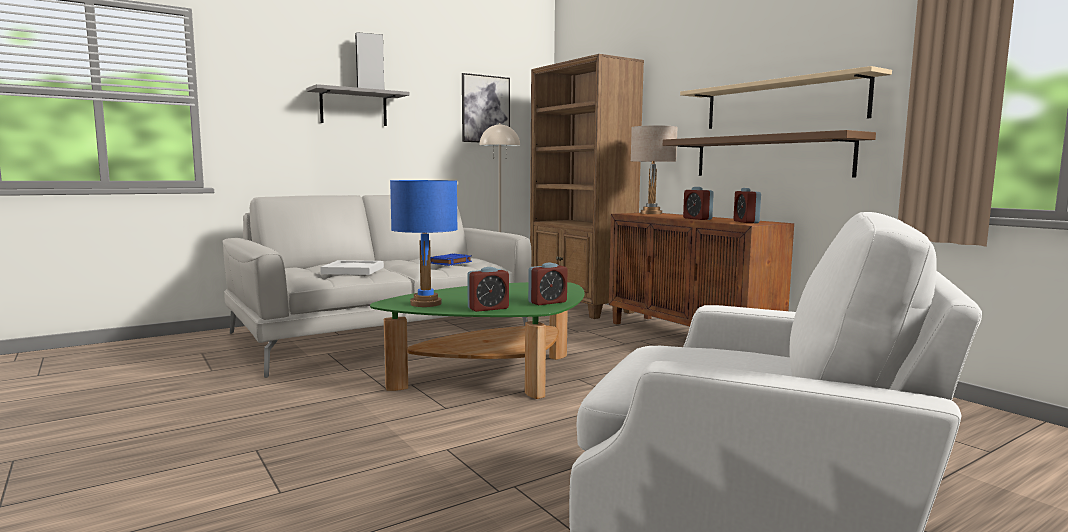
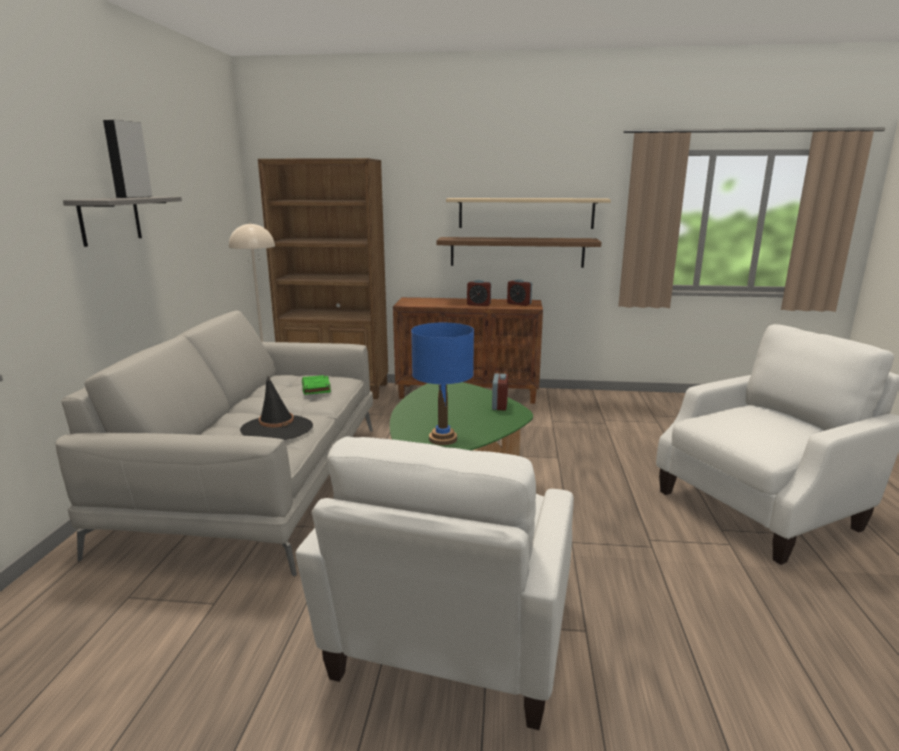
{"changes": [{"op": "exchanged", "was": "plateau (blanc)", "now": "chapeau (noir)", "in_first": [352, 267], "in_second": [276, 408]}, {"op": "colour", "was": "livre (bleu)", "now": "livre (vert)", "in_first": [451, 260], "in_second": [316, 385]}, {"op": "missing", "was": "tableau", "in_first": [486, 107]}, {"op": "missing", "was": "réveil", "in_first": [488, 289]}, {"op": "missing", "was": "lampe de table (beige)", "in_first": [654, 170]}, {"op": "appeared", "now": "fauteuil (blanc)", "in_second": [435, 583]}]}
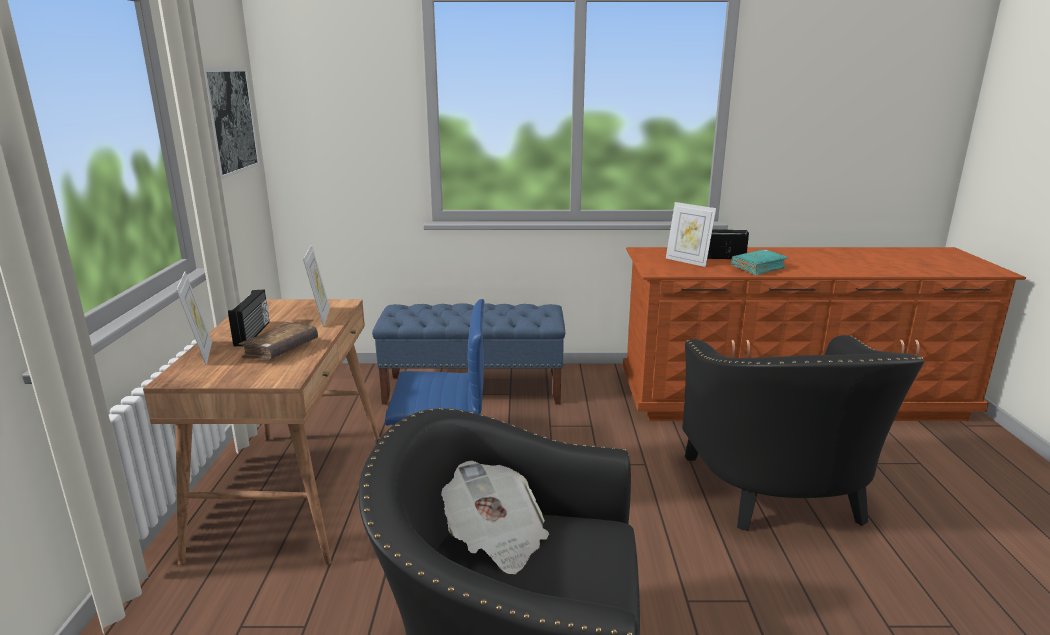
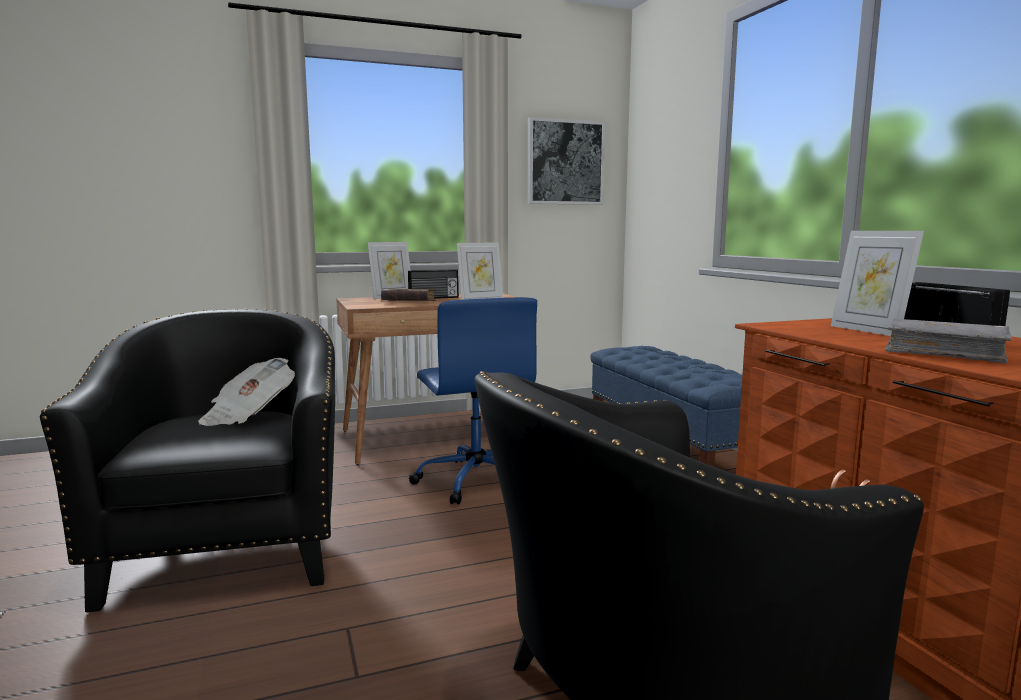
{"changes": [{"op": "spun", "was": "cadre photo", "in_first": [691, 234], "in_second": [877, 283], "clockwise": -45}, {"op": "colour", "was": "livre (turquoise)", "now": "livre (gris)", "in_first": [759, 262], "in_second": [948, 341]}]}
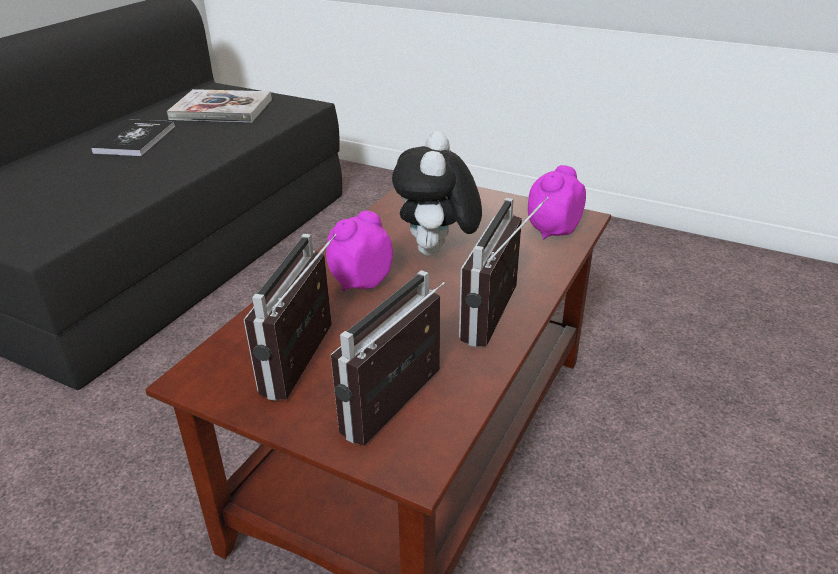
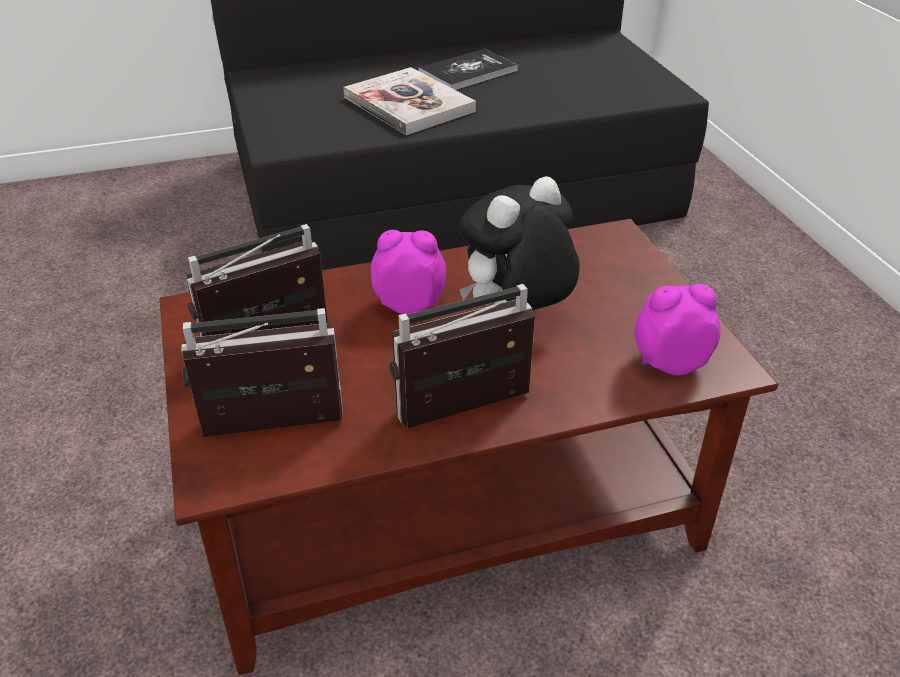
{"changes": [{"op": "relocated", "was": "livre", "in_first": [219, 105], "in_second": [409, 101]}]}
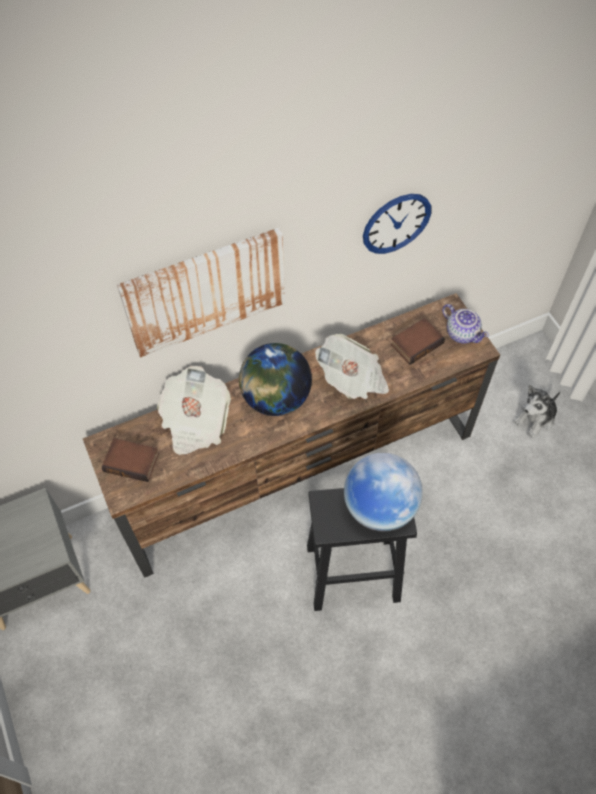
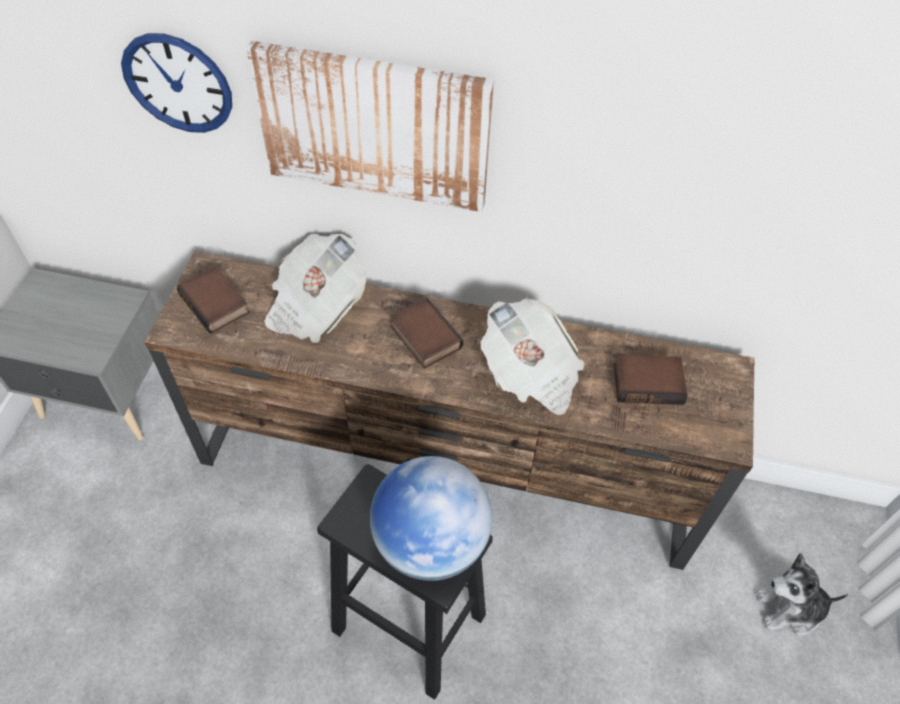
{"changes": [{"op": "exchanged", "was": "globe", "now": "livre", "in_first": [275, 379], "in_second": [427, 333]}, {"op": "relocated", "was": "horloge murale", "in_first": [397, 224], "in_second": [176, 83]}, {"op": "missing", "was": "théière", "in_first": [465, 323]}]}
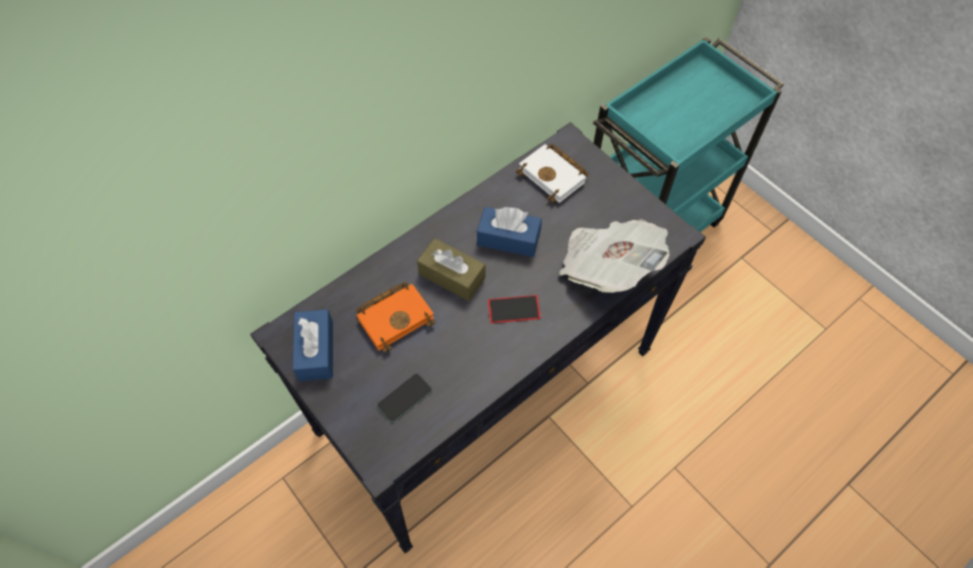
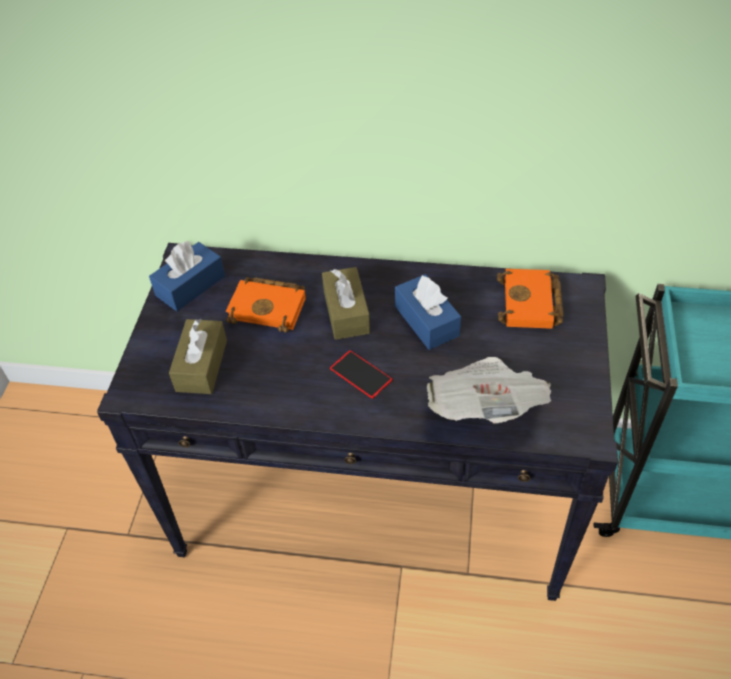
{"changes": [{"op": "exchanged", "was": "téléphone", "now": "boîte à mouchoirs (marron)", "in_first": [404, 398], "in_second": [198, 356]}, {"op": "colour", "was": "livre (blanc)", "now": "livre (orange)", "in_first": [552, 173], "in_second": [530, 299]}]}
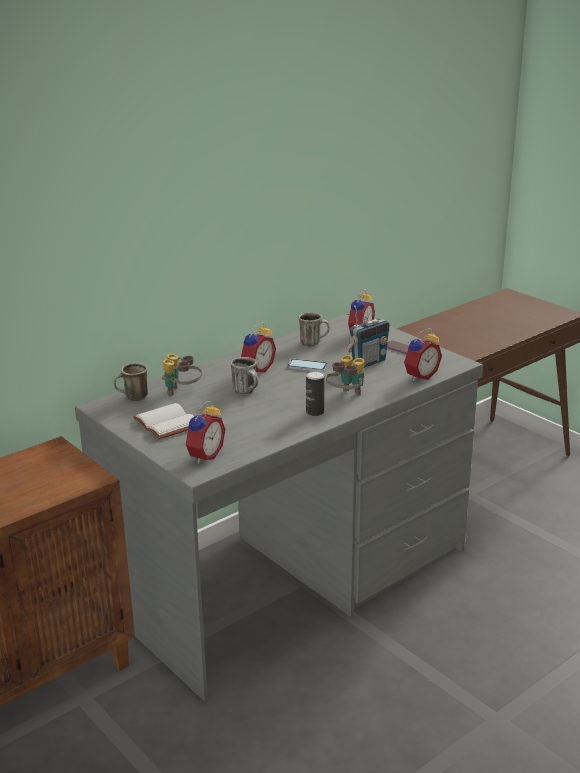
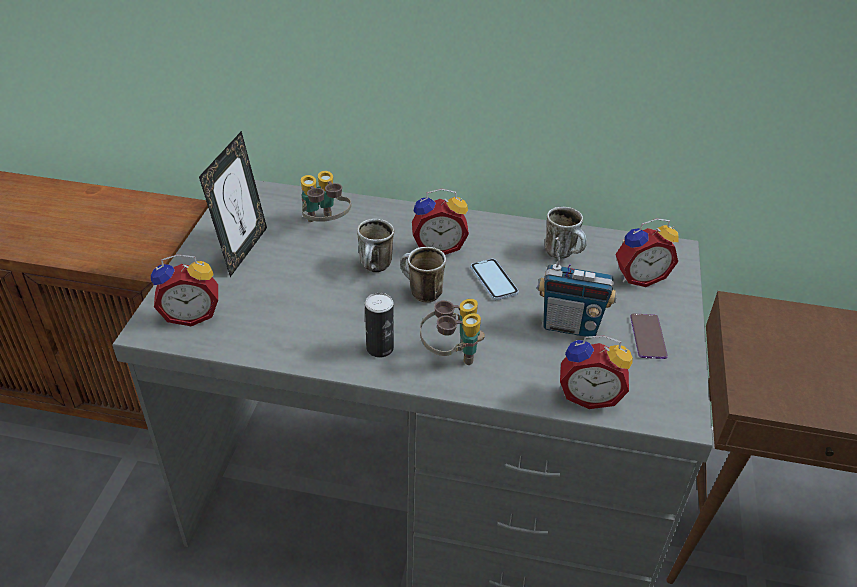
{"changes": [{"op": "relocated", "was": "mug", "in_first": [130, 382], "in_second": [423, 275]}, {"op": "exchanged", "was": "livre (blanc)", "now": "cadre photo", "in_first": [163, 421], "in_second": [233, 204]}]}
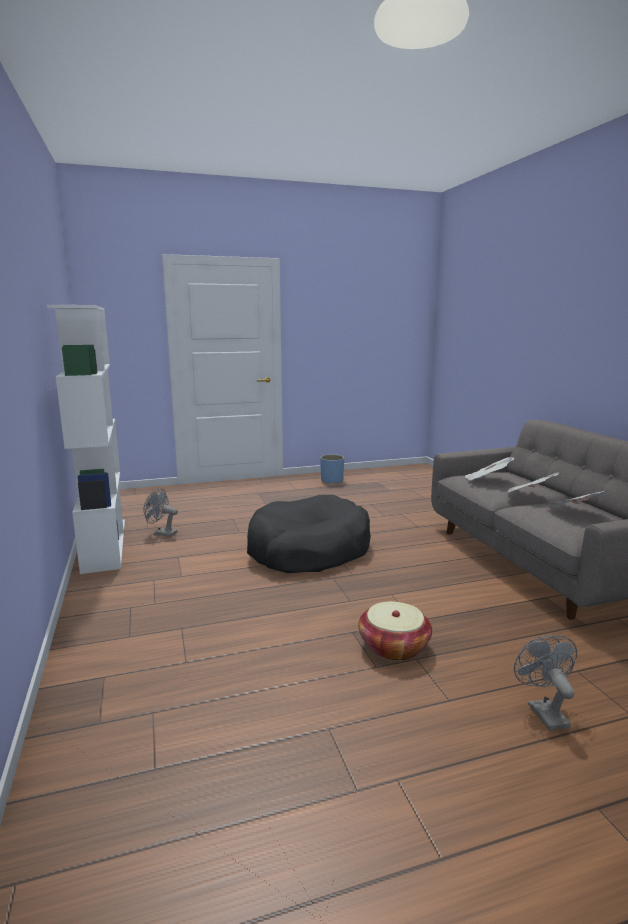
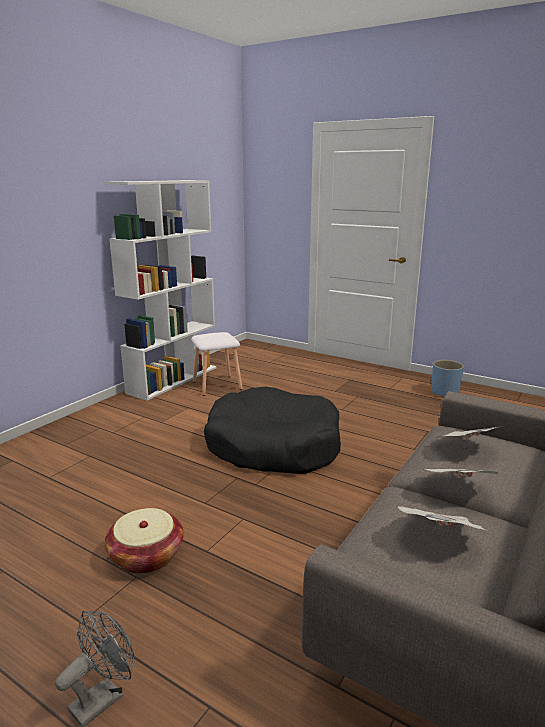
{"changes": [{"op": "exchanged", "was": "ventilateur (gris)", "now": "tabouret (blanc)", "in_first": [160, 513], "in_second": [217, 364]}]}
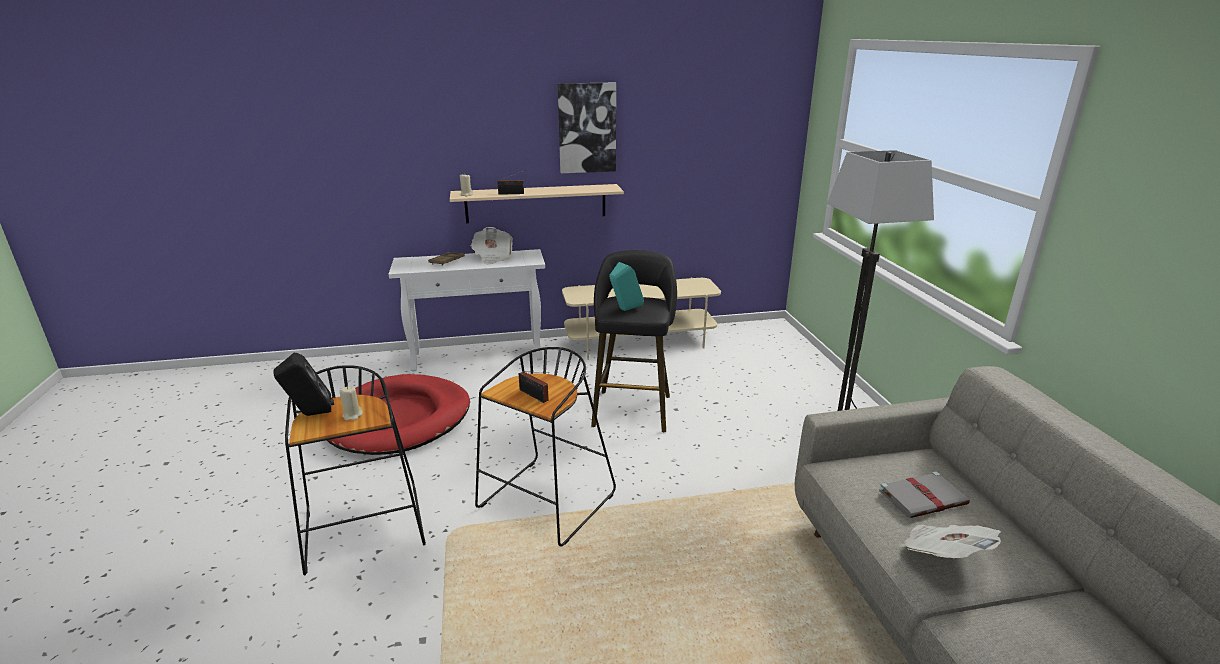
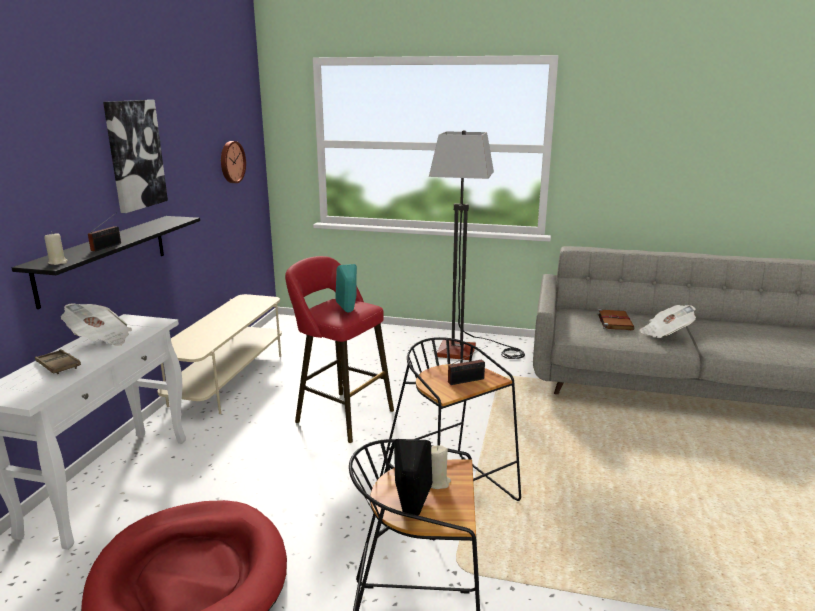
{"changes": [{"op": "colour", "was": "étagère (beige)", "now": "étagère (noir)", "in_first": [537, 203], "in_second": [106, 262]}, {"op": "colour", "was": "tabouret (noir)", "now": "tabouret (rouge)", "in_first": [634, 341], "in_second": [339, 349]}, {"op": "colour", "was": "livre (gris)", "now": "livre (marron)", "in_first": [924, 495], "in_second": [615, 319]}, {"op": "appeared", "now": "horloge murale", "in_second": [233, 162]}]}
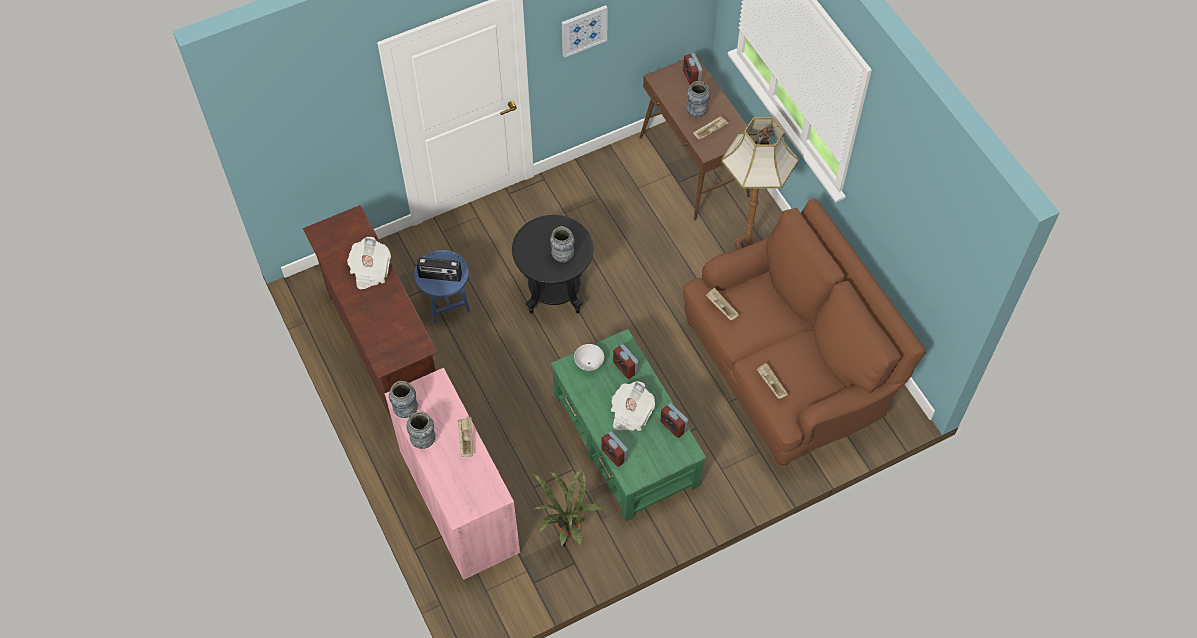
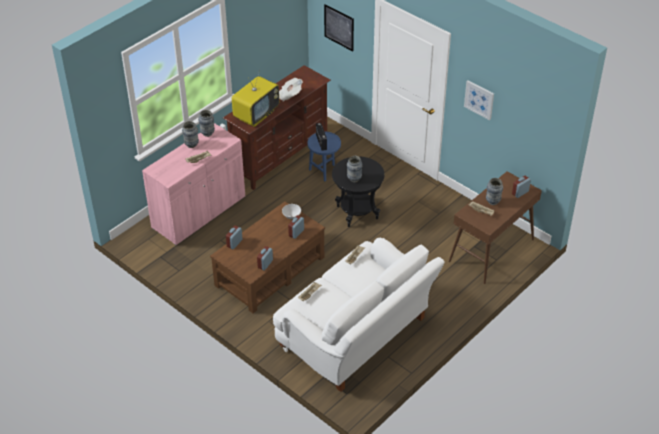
{"changes": [{"op": "missing", "was": "plante en pot", "in_first": [566, 507]}, {"op": "colour", "was": "table basse (vert)", "now": "table basse (marron)", "in_first": [628, 425], "in_second": [267, 257]}, {"op": "missing", "was": "journal", "in_first": [633, 406]}, {"op": "colour", "was": "canapé (marron)", "now": "canapé (blanc)", "in_first": [804, 332], "in_second": [359, 315]}, {"op": "missing", "was": "lampadaire", "in_first": [760, 184]}, {"op": "appeared", "now": "téléviseur", "in_second": [255, 98]}, {"op": "appeared", "now": "tableau", "in_second": [339, 28]}]}
